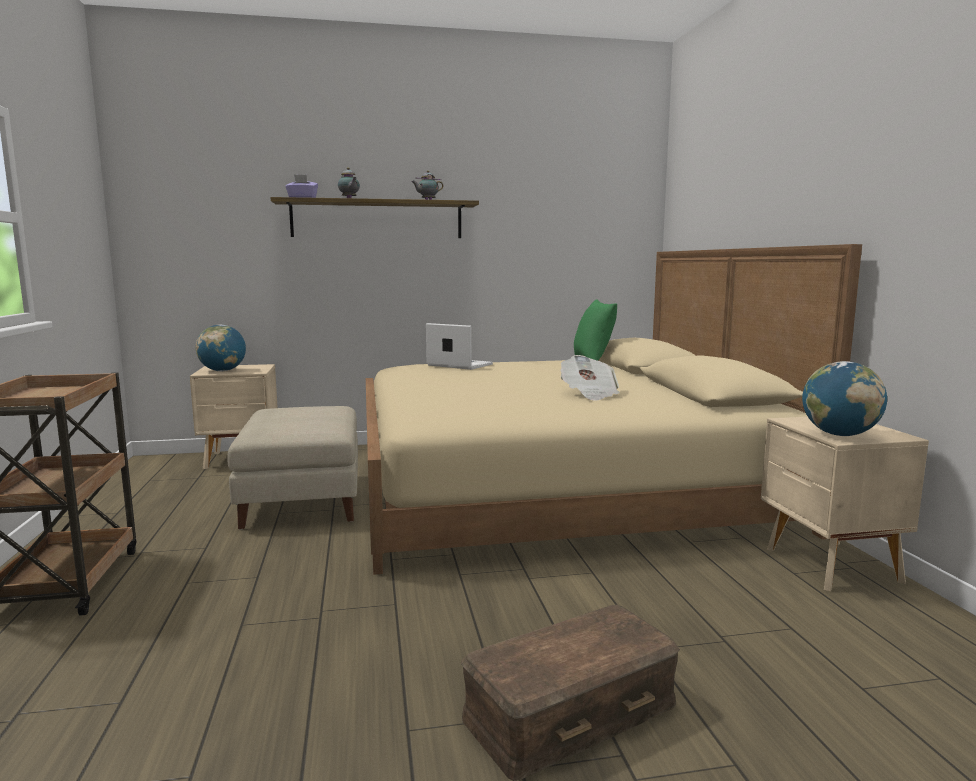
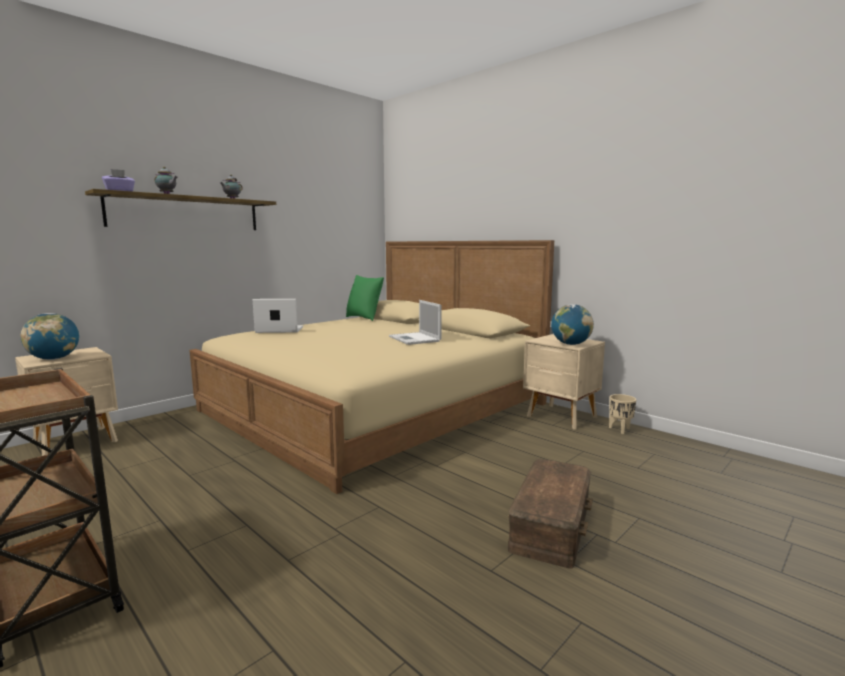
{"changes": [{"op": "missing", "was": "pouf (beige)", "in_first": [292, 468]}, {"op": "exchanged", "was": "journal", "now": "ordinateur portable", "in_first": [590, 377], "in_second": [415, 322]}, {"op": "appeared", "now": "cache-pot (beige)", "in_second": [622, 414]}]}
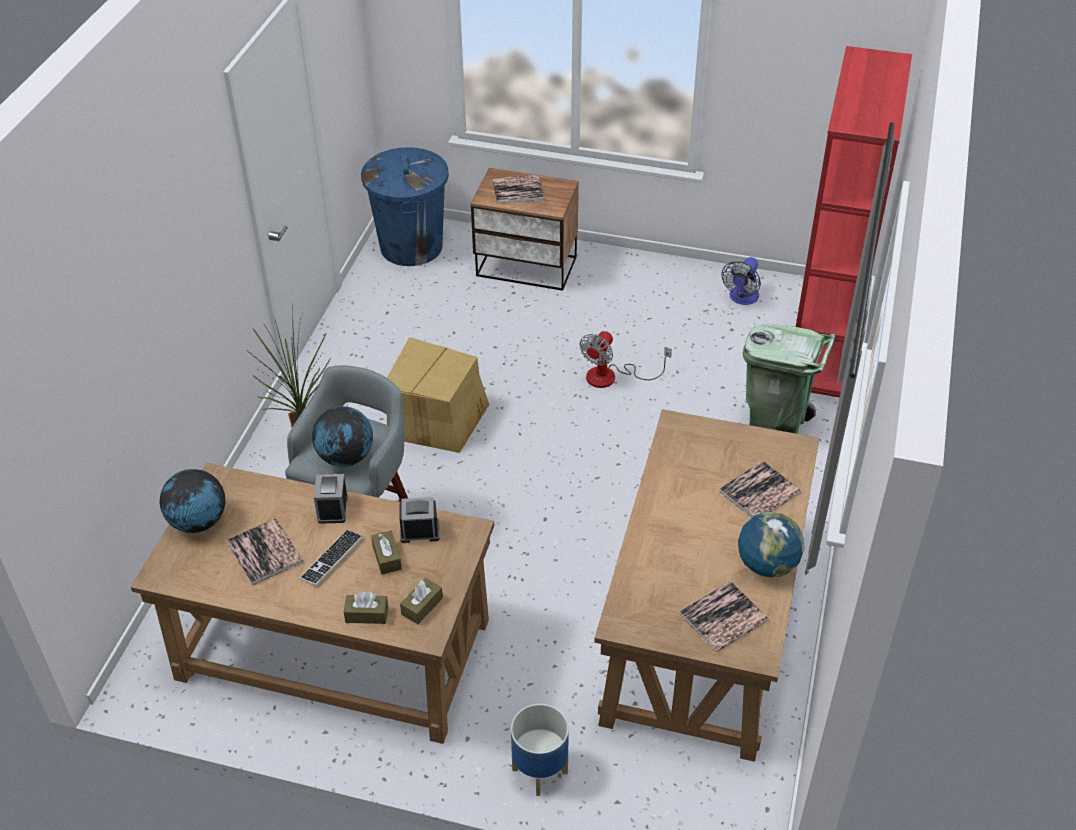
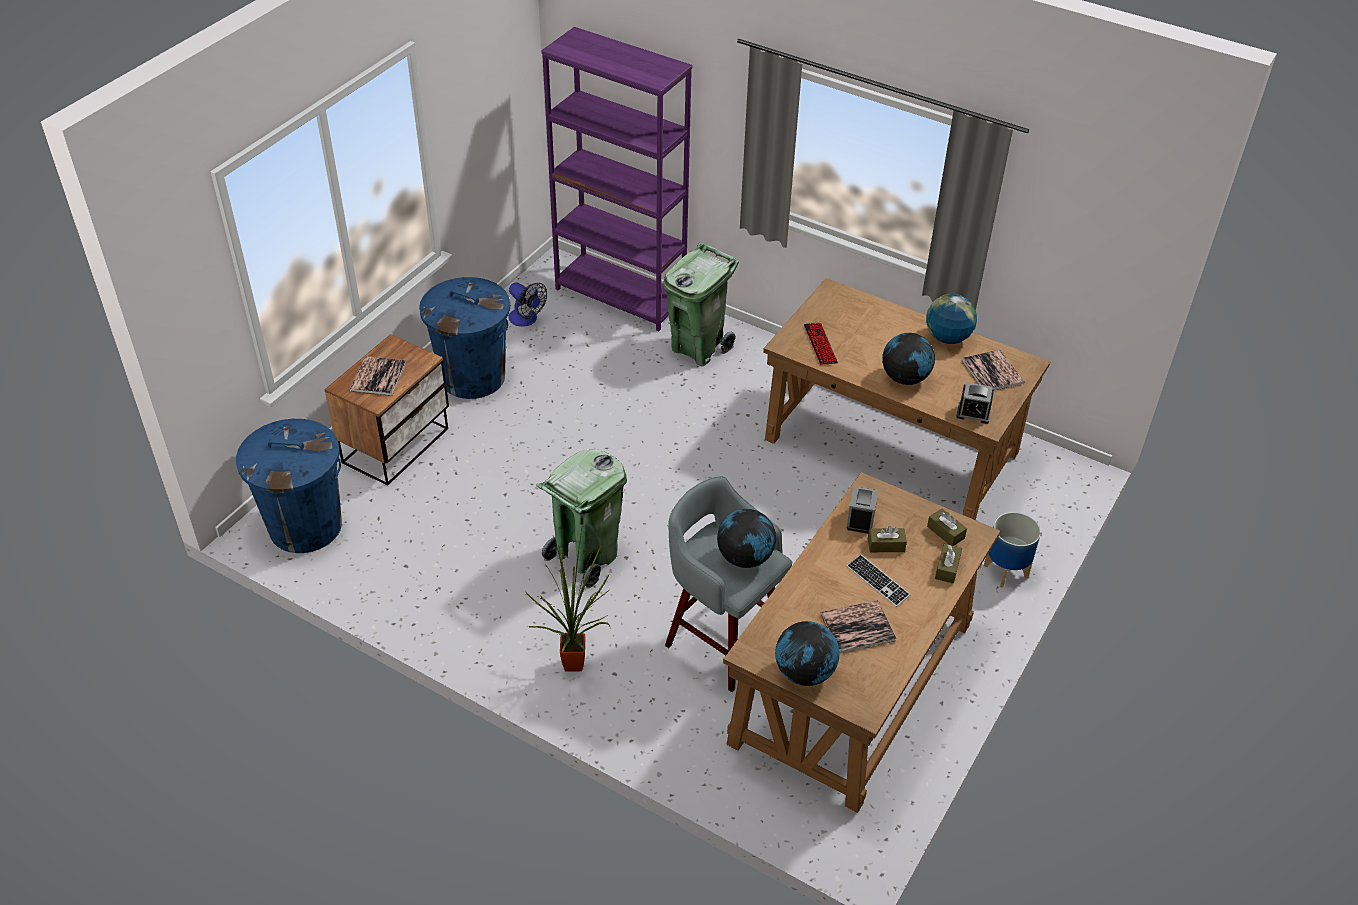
{"changes": [{"op": "relocated", "was": "réveil", "in_first": [331, 499], "in_second": [975, 403]}, {"op": "exchanged", "was": "carton", "now": "poubelle (vert)", "in_first": [438, 395], "in_second": [582, 518]}, {"op": "missing", "was": "ventilateur", "in_first": [626, 359]}, {"op": "missing", "was": "livre", "in_first": [760, 489]}, {"op": "colour", "was": "bibliothèque (rouge)", "now": "bibliothèque (violet)", "in_first": [854, 222], "in_second": [617, 179]}, {"op": "appeared", "now": "poubelle (bleu)", "in_second": [464, 338]}, {"op": "appeared", "now": "clavier", "in_second": [821, 344]}, {"op": "appeared", "now": "globe", "in_second": [908, 359]}]}
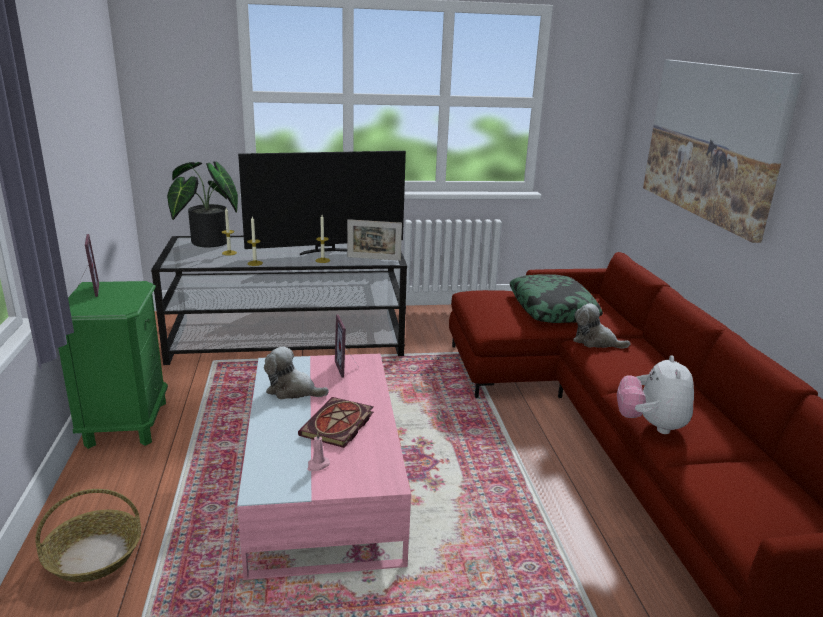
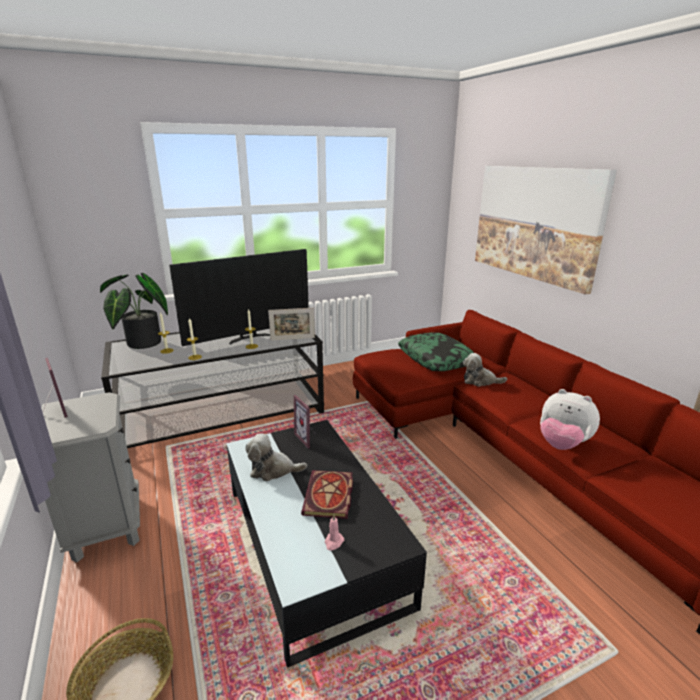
{"changes": [{"op": "colour", "was": "table de chevet (vert)", "now": "table de chevet (gris)", "in_first": [113, 365], "in_second": [90, 477]}, {"op": "colour", "was": "table basse (rose)", "now": "table basse (noir)", "in_first": [324, 467], "in_second": [327, 544]}, {"op": "spun", "was": "peluche", "in_first": [655, 394], "in_second": [570, 419], "clockwise": -45}]}
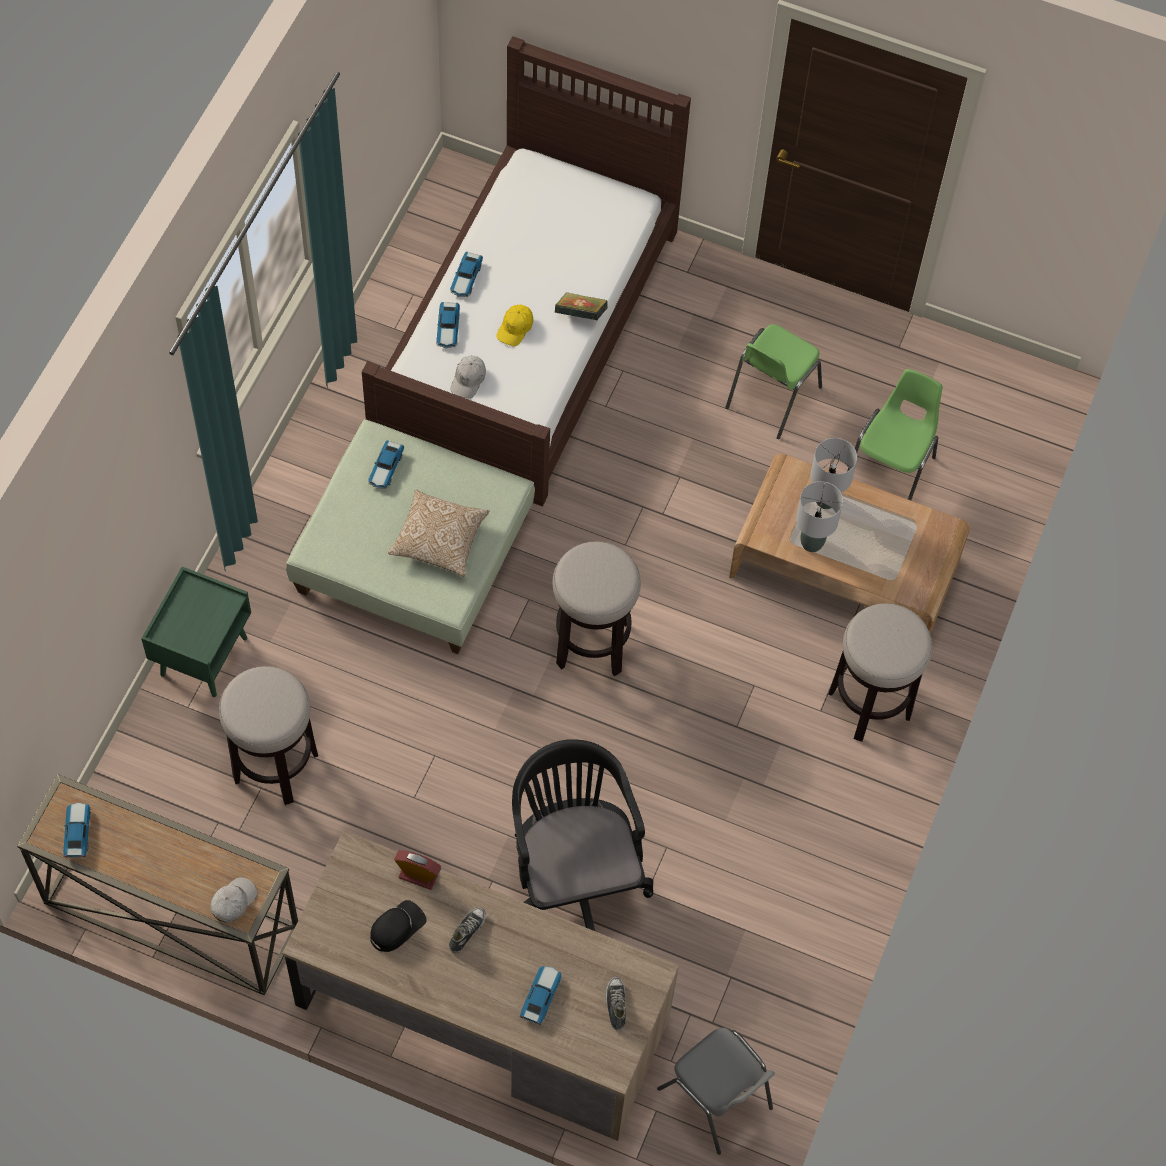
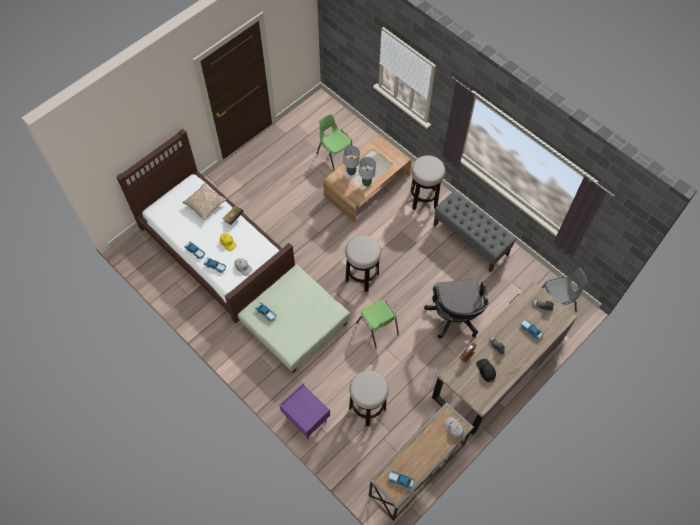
{"changes": [{"op": "colour", "was": "table de chevet (vert)", "now": "table de chevet (violet)", "in_first": [196, 631], "in_second": [304, 411]}, {"op": "relocated", "was": "coussin", "in_first": [439, 533], "in_second": [204, 201]}, {"op": "spun", "was": "chaise de bureau (noir)", "in_first": [582, 835], "in_second": [456, 309], "clockwise": -105}, {"op": "relocated", "was": "chaise (vert)", "in_first": [773, 381], "in_second": [377, 324]}, {"op": "appeared", "now": "banc (gris)", "in_second": [474, 231]}]}
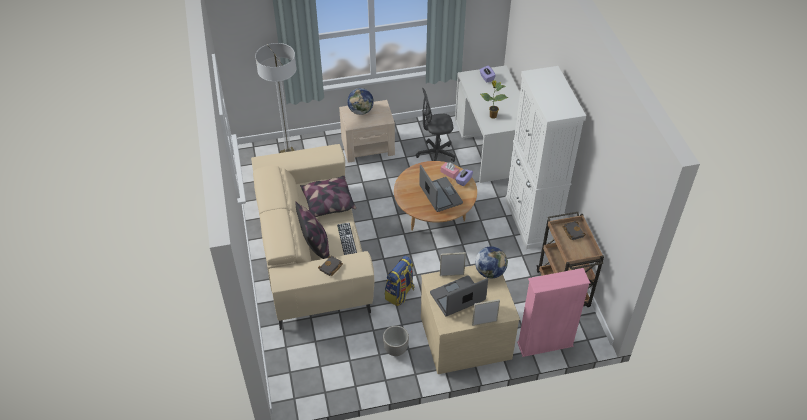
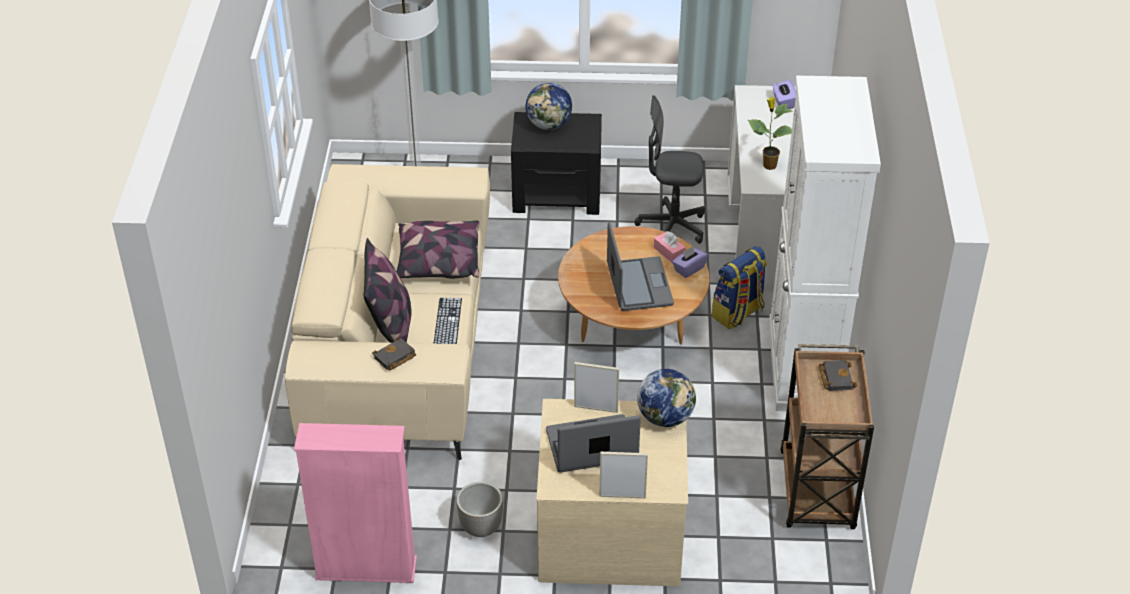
{"changes": [{"op": "colour", "was": "table de chevet (beige)", "now": "table de chevet (noir)", "in_first": [367, 131], "in_second": [556, 163]}, {"op": "relocated", "was": "sac à dos", "in_first": [400, 281], "in_second": [739, 287]}, {"op": "relocated", "was": "bibliothèque (rose)", "in_first": [553, 312], "in_second": [355, 503]}]}
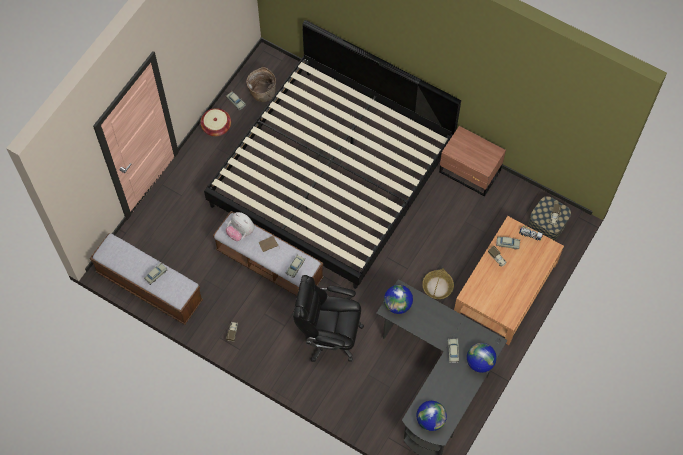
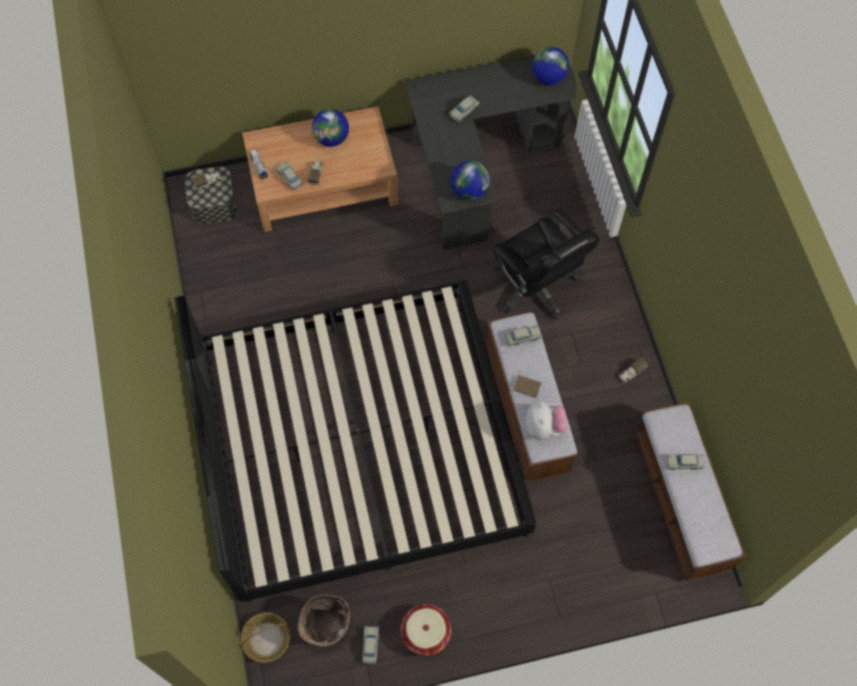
{"changes": [{"op": "relocated", "was": "panier", "in_first": [438, 283], "in_second": [265, 637]}, {"op": "missing", "was": "table de chevet (marron)", "in_first": [472, 161]}, {"op": "relocated", "was": "globe", "in_first": [482, 358], "in_second": [330, 128]}]}
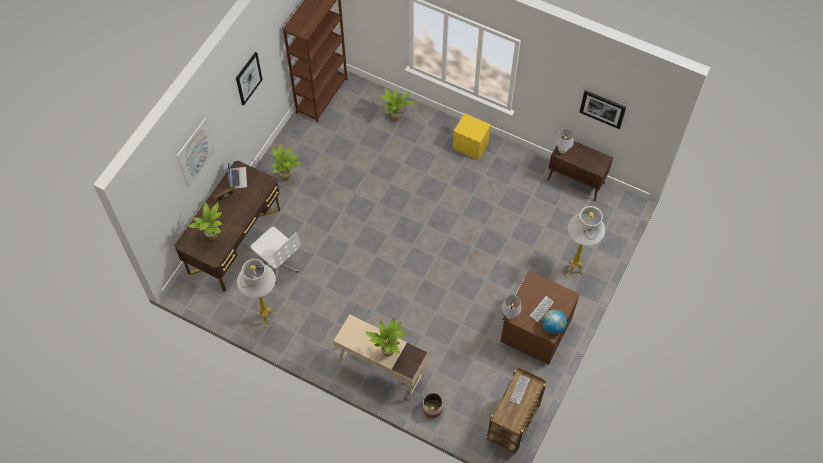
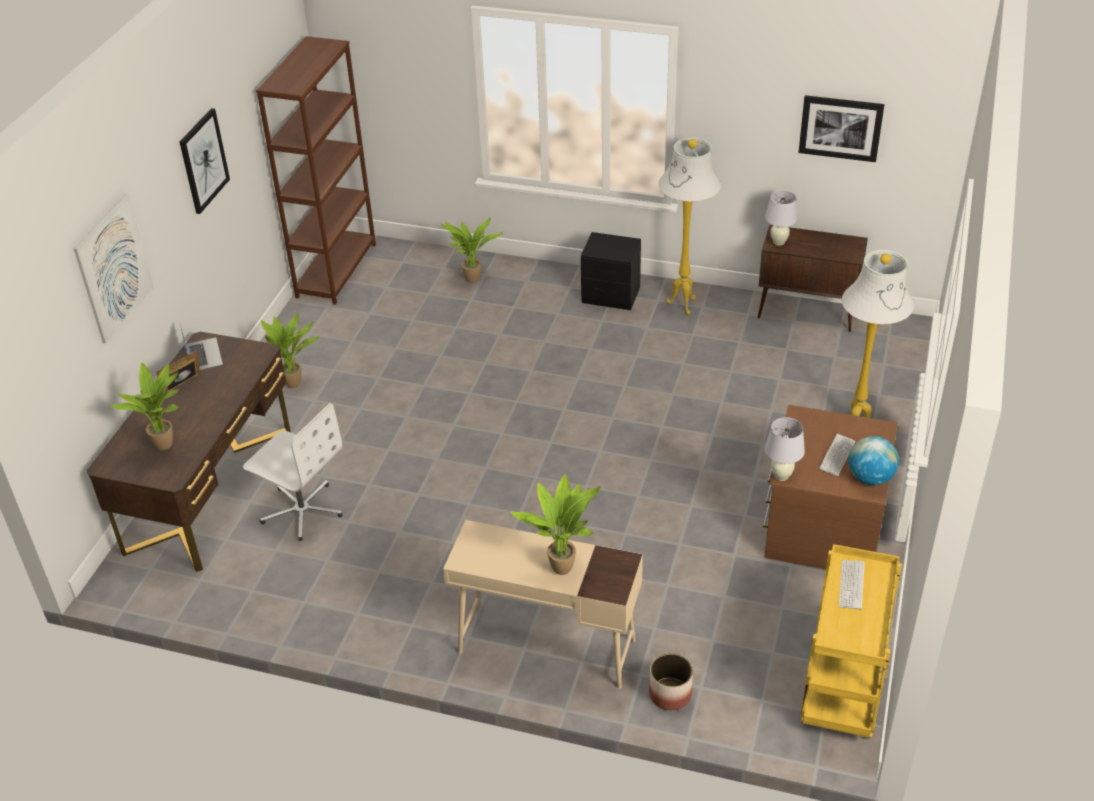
{"changes": [{"op": "relocated", "was": "lampadaire (blanc)", "in_first": [256, 293], "in_second": [689, 226]}, {"op": "colour", "was": "table de chevet (jaune)", "now": "table de chevet (noir)", "in_first": [472, 136], "in_second": [611, 271]}, {"op": "colour", "was": "chariot (marron)", "now": "chariot (jaune)", "in_first": [516, 410], "in_second": [851, 641]}]}
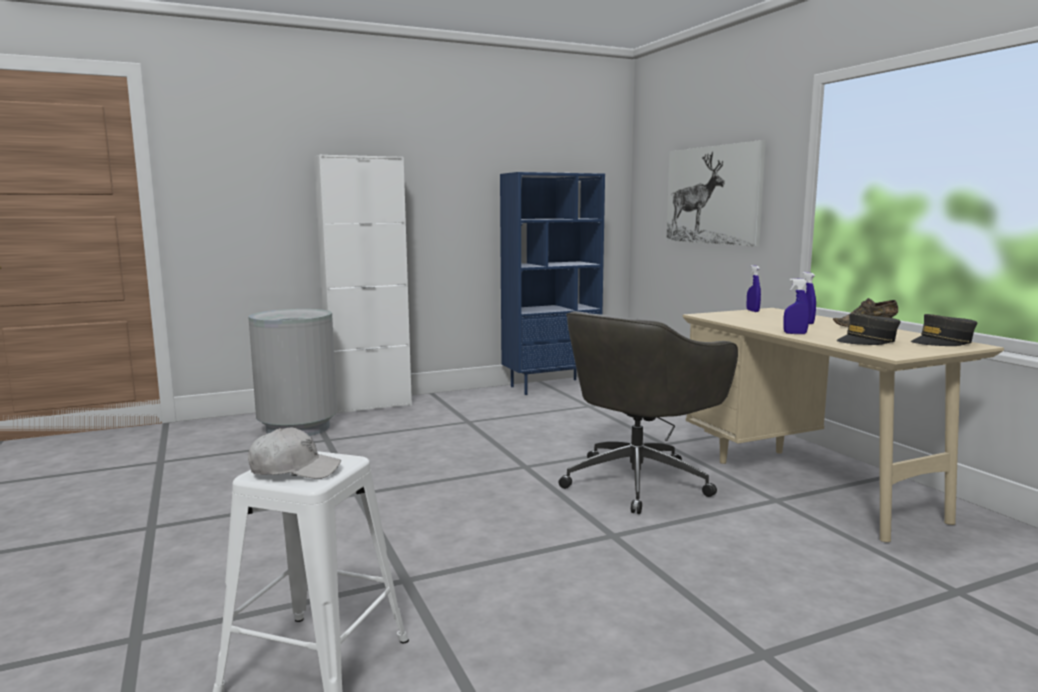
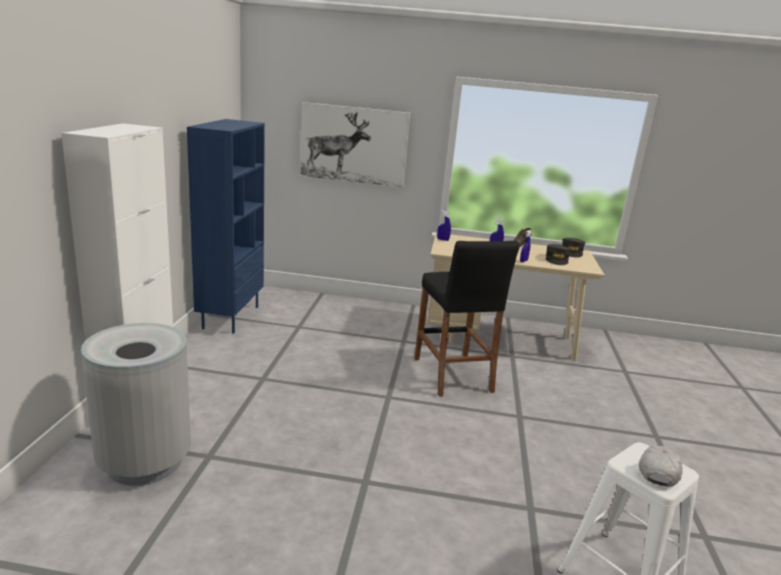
{"changes": [{"op": "exchanged", "was": "chaise de bureau (gris)", "now": "tabouret (noir)", "in_first": [648, 412], "in_second": [467, 319]}]}
